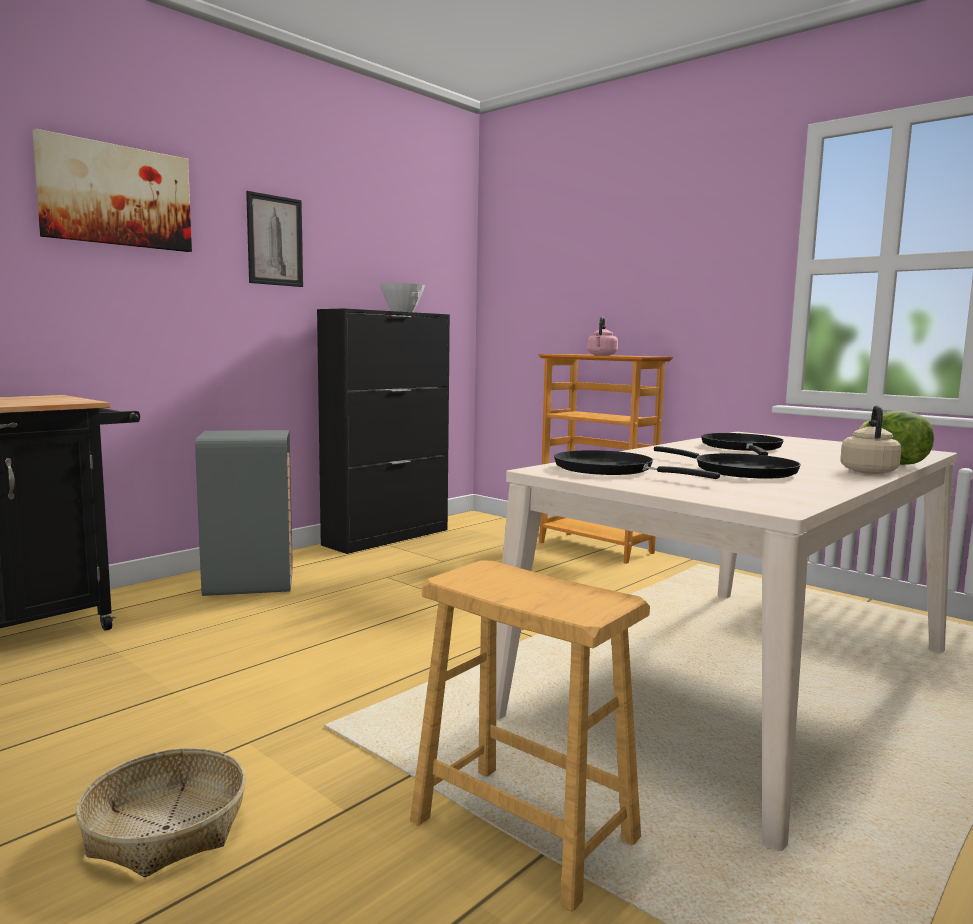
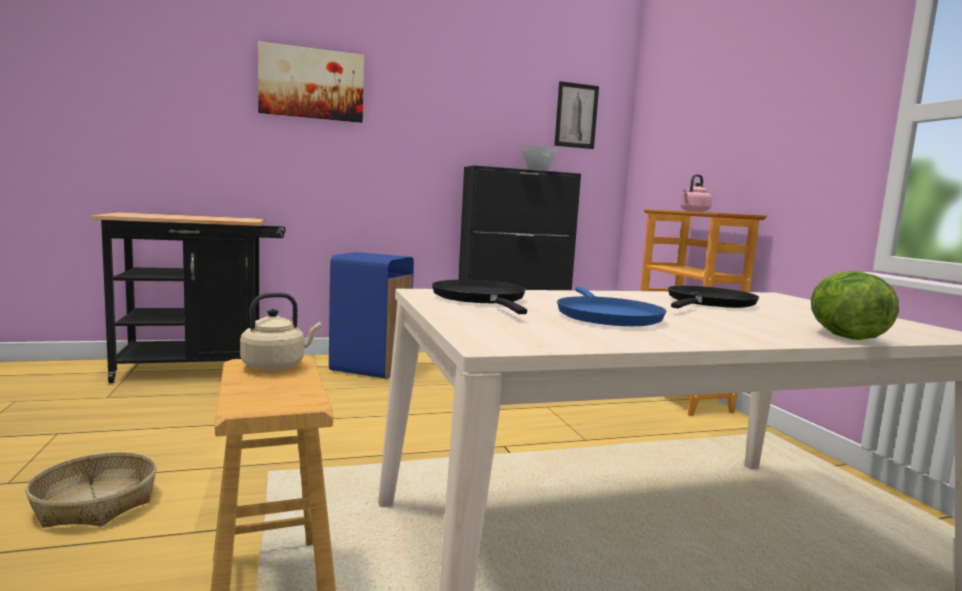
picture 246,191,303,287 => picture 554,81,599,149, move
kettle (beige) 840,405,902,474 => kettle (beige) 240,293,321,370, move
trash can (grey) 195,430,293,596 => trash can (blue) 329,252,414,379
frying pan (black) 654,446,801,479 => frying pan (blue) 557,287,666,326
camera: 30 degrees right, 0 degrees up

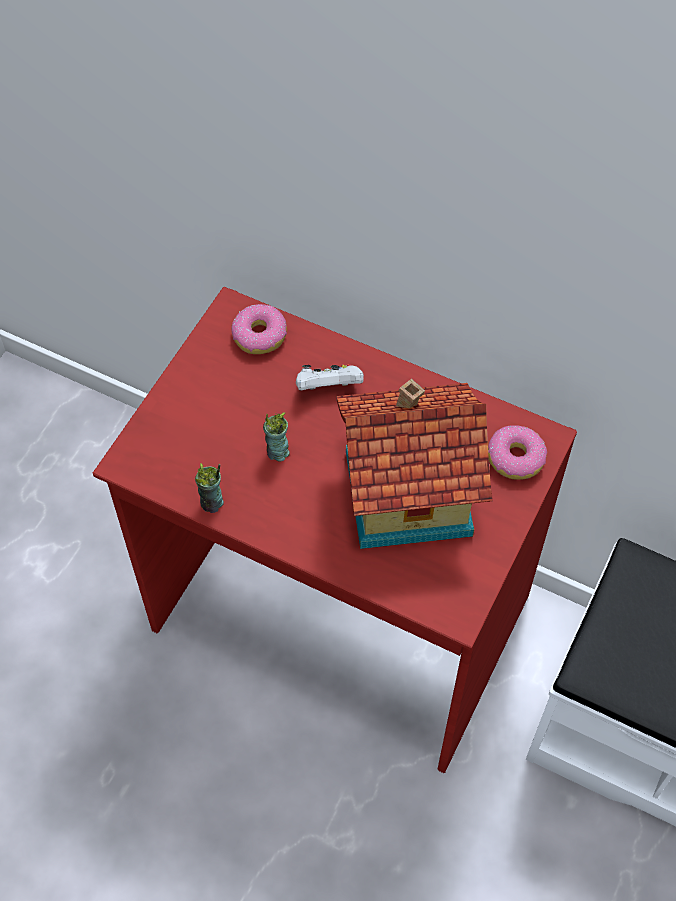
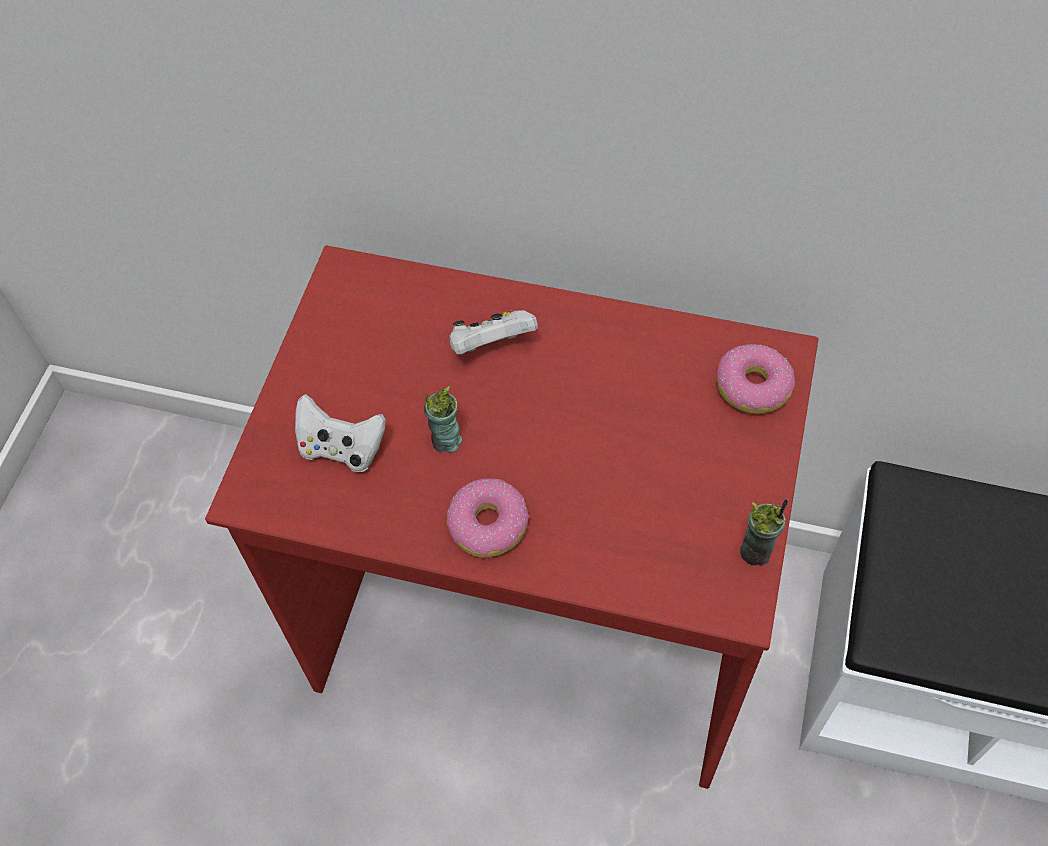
donut 231,304,287,354 => donut 447,478,530,558, move
toy house 337,379,493,549 => nothing
cup 195,463,224,513 => cup 740,498,788,566, move
nothing => game controller (white) 295,394,386,472
camera: 10 degrees left, 0 degrees up

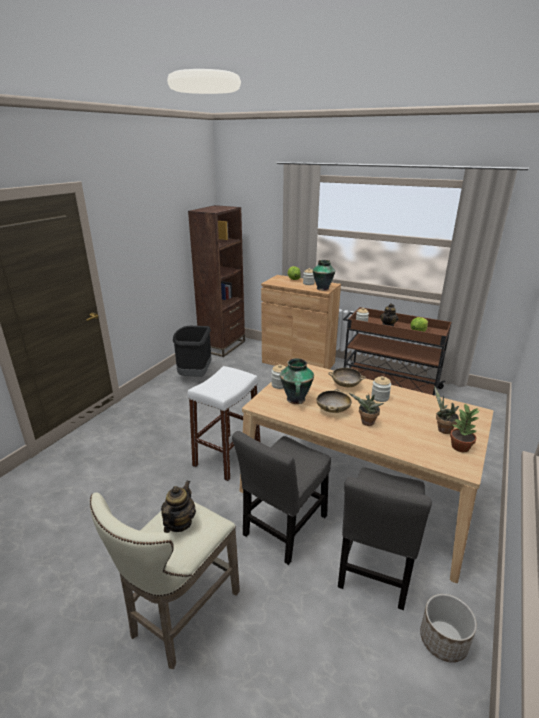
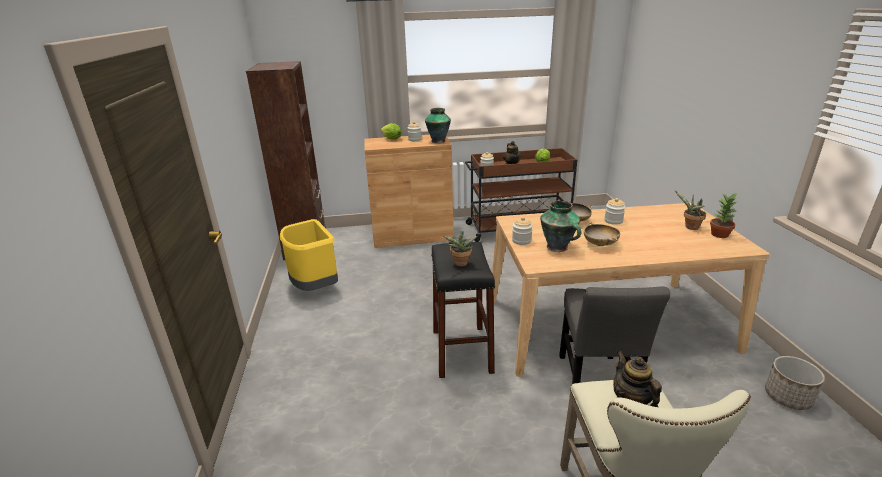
trash can (black) 173,326,211,377 => trash can (yellow) 280,219,338,291
stool (white) 188,366,261,481 => stool (black) 431,242,495,378
potted plant 349,393,384,426 => potted plant 443,231,477,267, move
chair (grey) 338,467,432,610 => nothing
camera: 35 degrees left, 0 degrees up

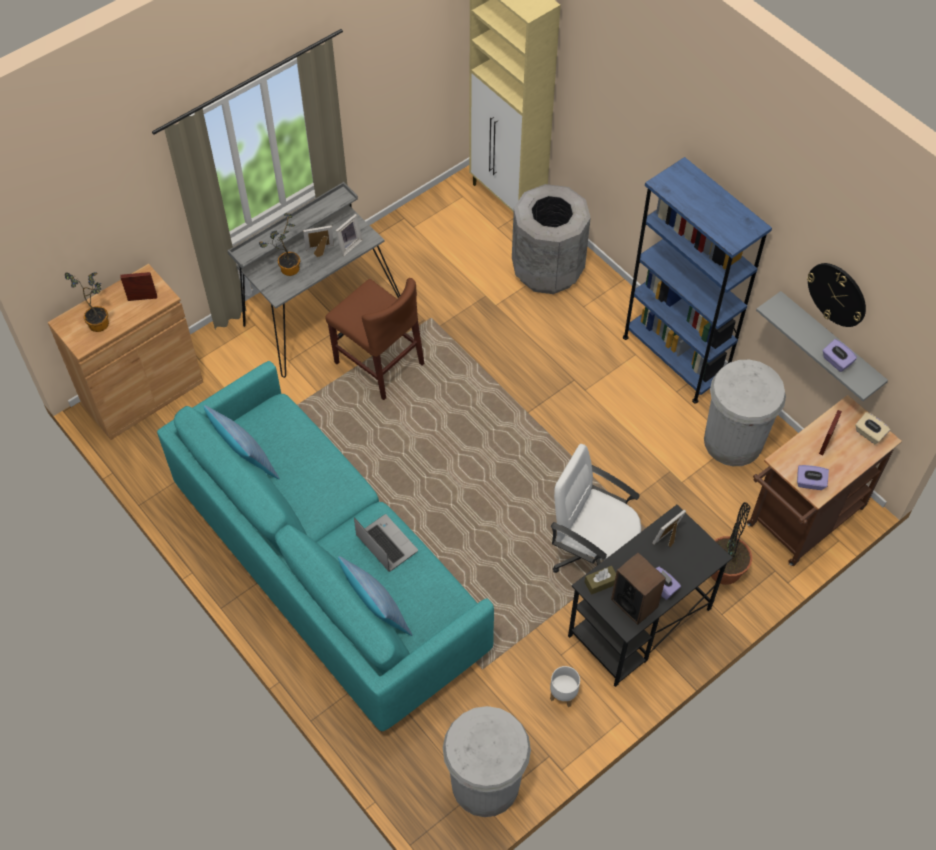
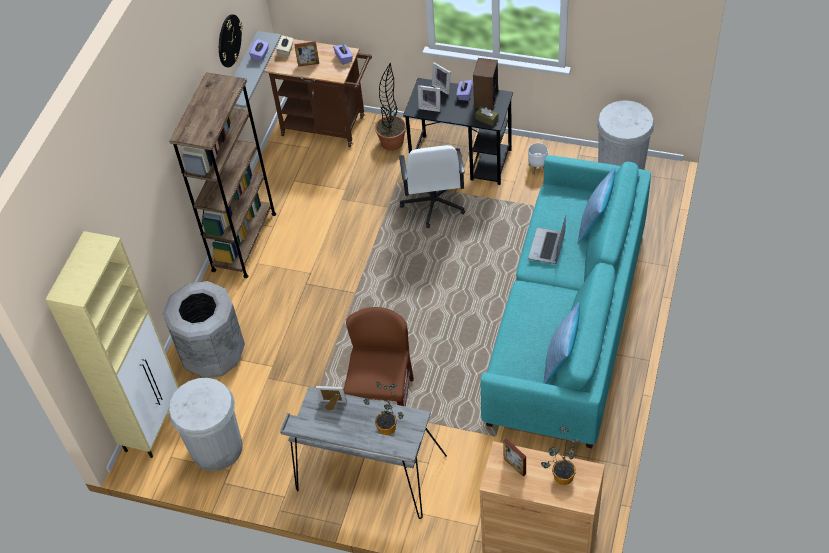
bookcase (blue) 623,157,772,403 => bookcase (brown) 169,72,276,278
picture frame 303,225,334,257 => picture frame 432,62,451,95, move
trash can (white) 704,360,786,466 => trash can (white) 168,378,243,471, move
camera: 120 degrees left, 5 degrees down

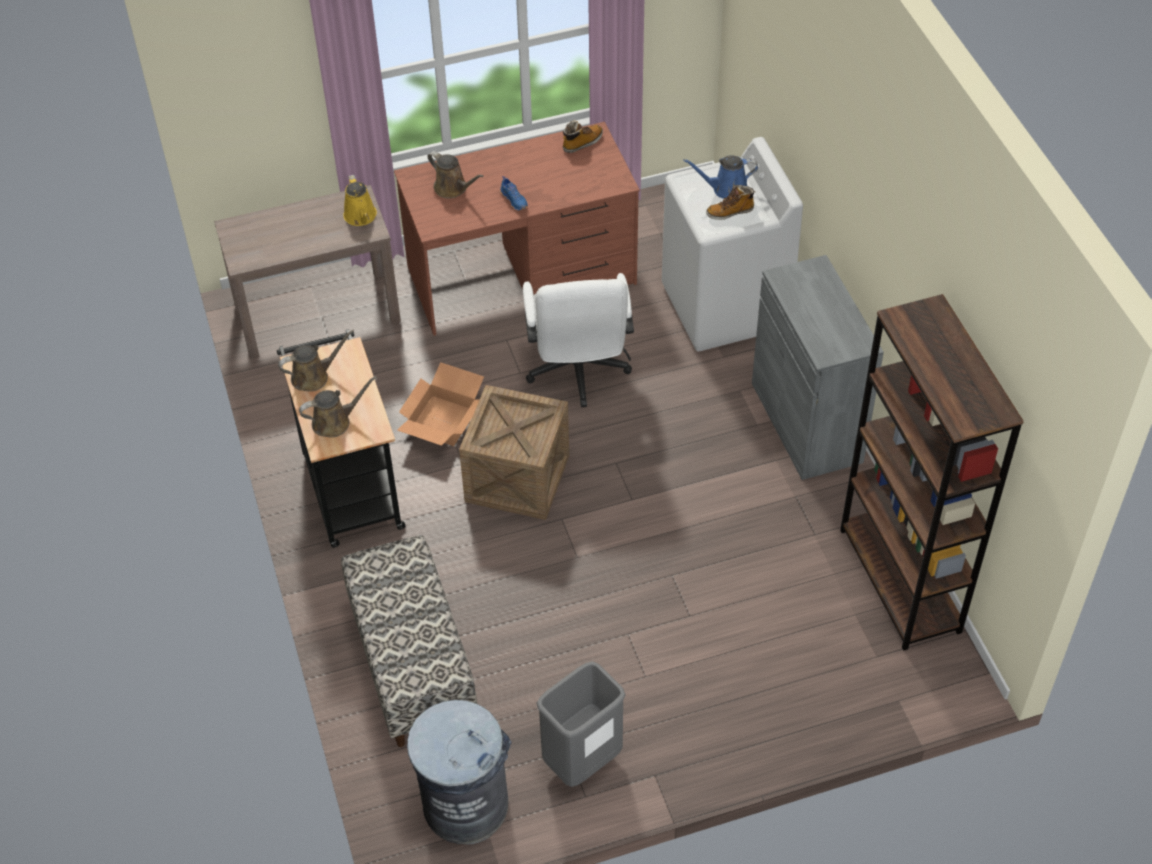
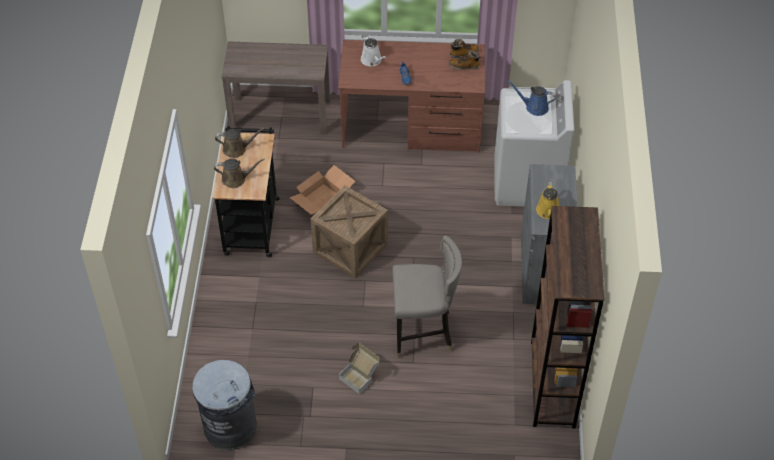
watering can (brown) 427,151,484,198 => watering can (white) 361,34,386,66
watering can (yellow) 343,175,377,226 => watering can (yellow) 536,182,559,219, move
boot 706,185,755,220 => boot 448,50,481,70, move
office chair (white) 523,273,634,407 => nothing
bench 341,535,477,747 => nothing
trash can (grey) 536,661,626,787 => nothing
nothing => stool (grey) 392,235,462,358
nothing => cardboard box 339,343,380,394
camera: 20 degrees right, 0 degrees up

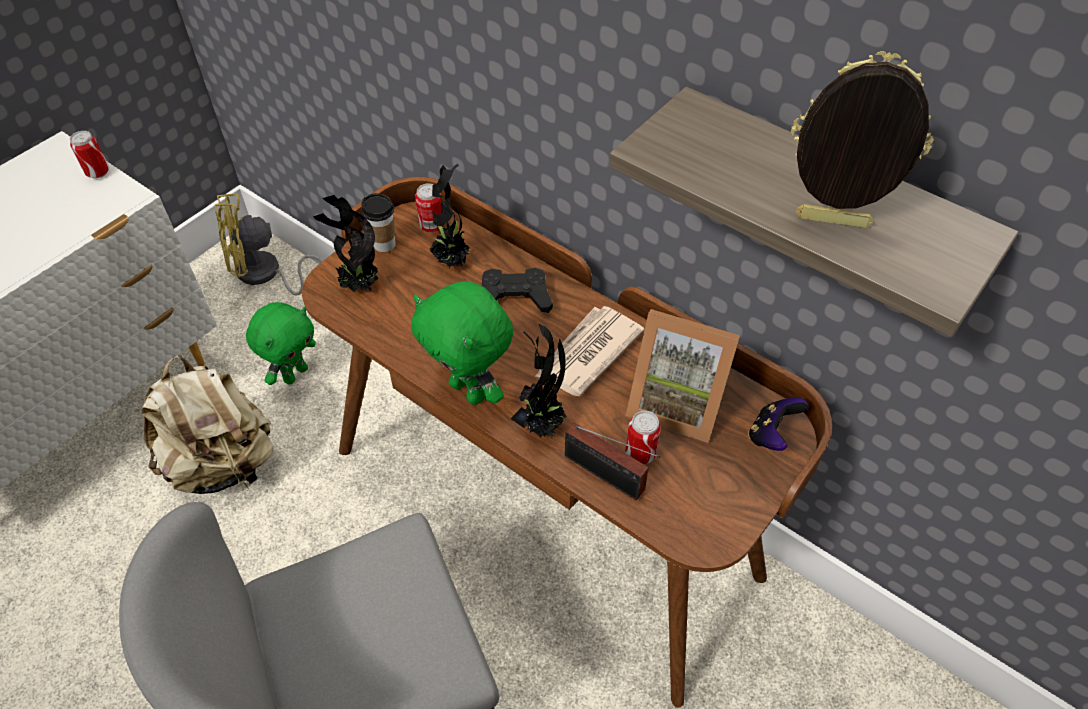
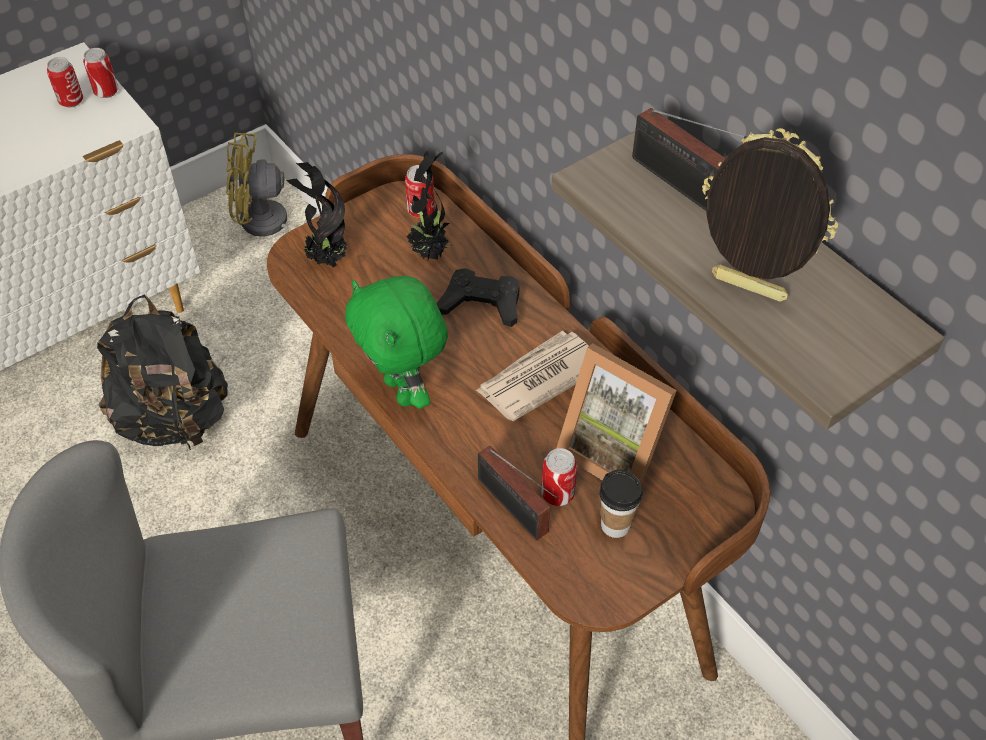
cup 361,193,396,252 => cup 599,469,643,538, move
plush toy (green) 246,302,316,385 => nothing
potted plant 511,324,567,437 => nothing
backpack (beige) 142,355,274,494 => backpack (black) 97,294,228,452
game controller 748,397,808,451 => nothing
nothing => can 47,57,83,108
nothing => radio 632,108,747,211
camera: 15 degrees right, 0 degrees up

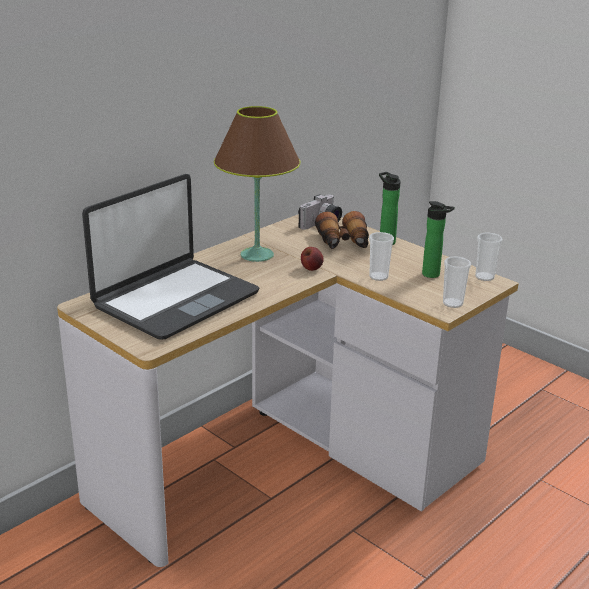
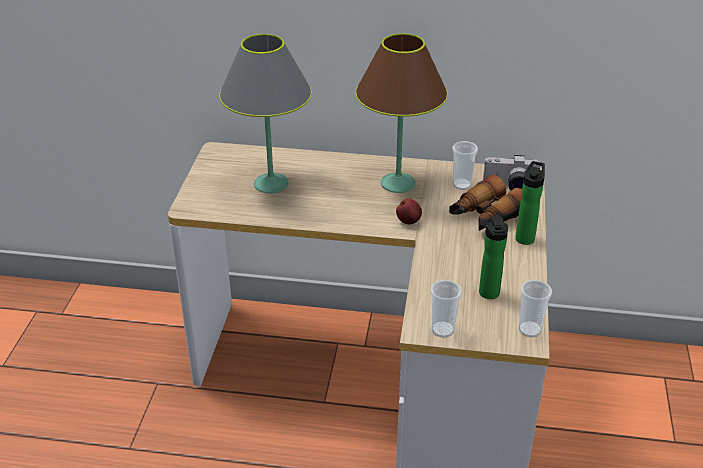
laptop 82,174,259,340 => table lamp (grey) 219,34,312,193
cup 369,232,394,281 => cup 452,141,478,190, move
camera: 55 degrees right, 10 degrees up

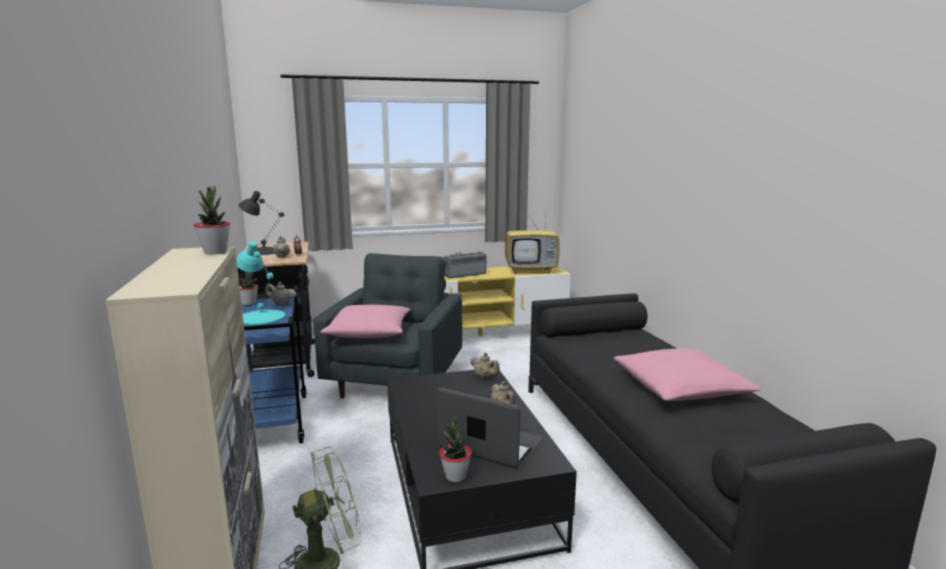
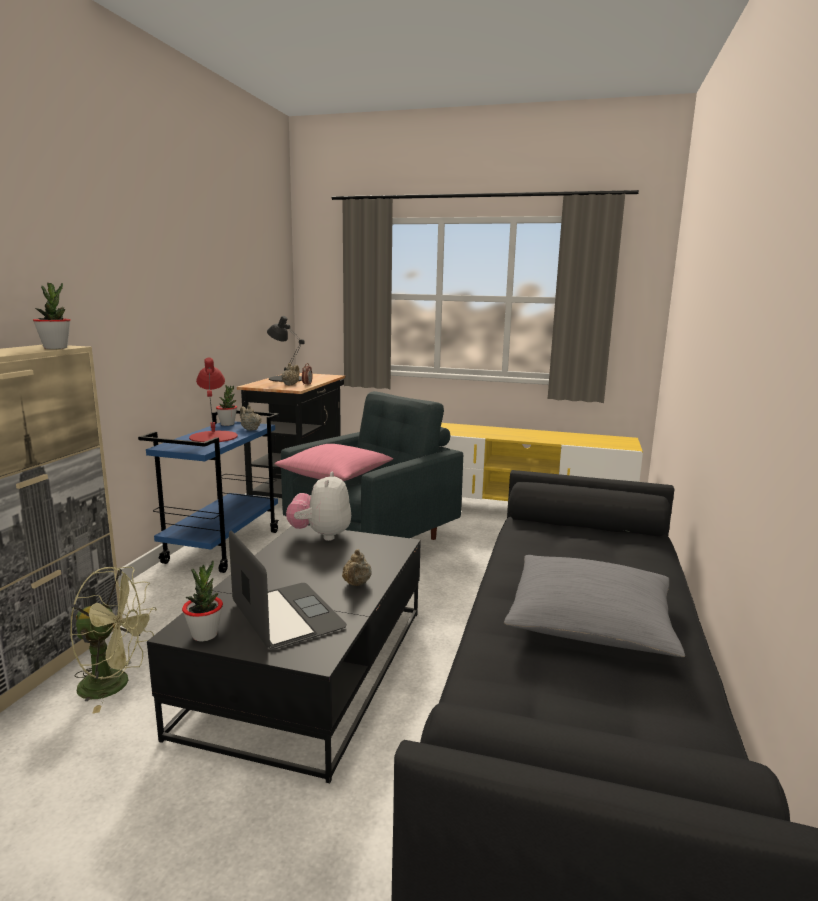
television 505,212,560,274 => nothing
table lamp (turquoise) 236,241,285,325 => table lamp (red) 189,358,238,442
radio 444,252,486,279 => nothing
pillow (pink) 614,348,761,401 => pillow (grey) 504,555,685,657
teapot (beige) 470,353,500,379 => nothing
nothing => plush toy 286,472,351,541
camera: 30 degrees right, 0 degrees up

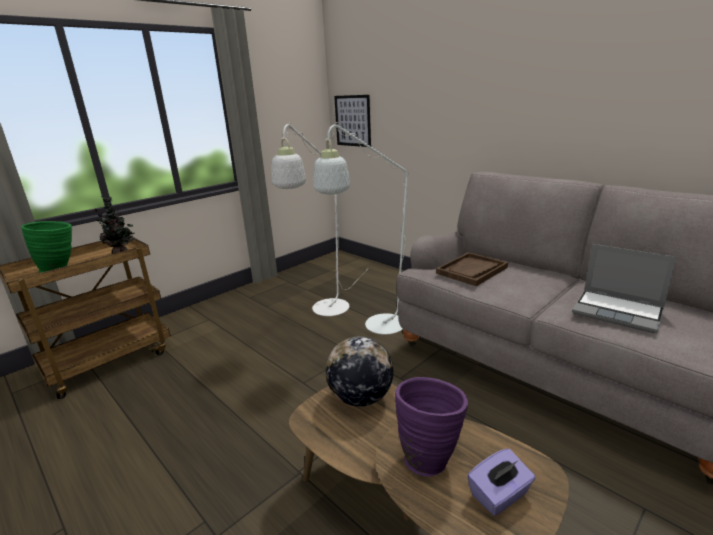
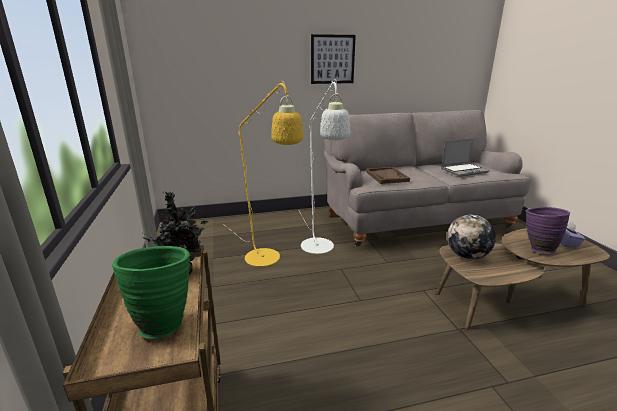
picture 334,95,371,147 => picture 311,34,356,84, move
floor lamp (white) 272,122,367,316 => floor lamp (yellow) 222,81,303,267
camera: 60 degrees left, 0 degrees up

